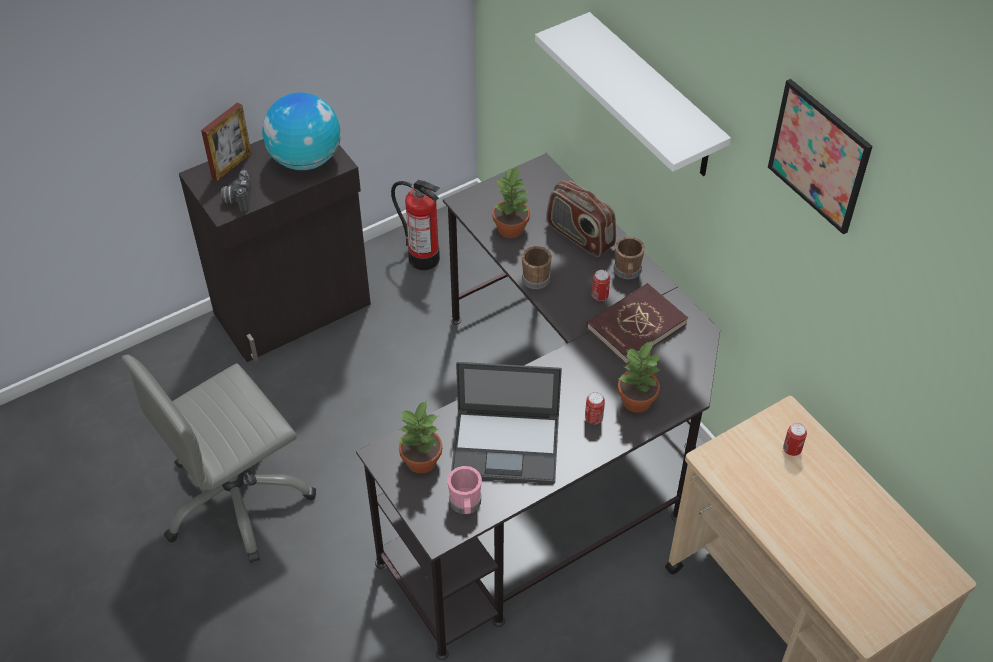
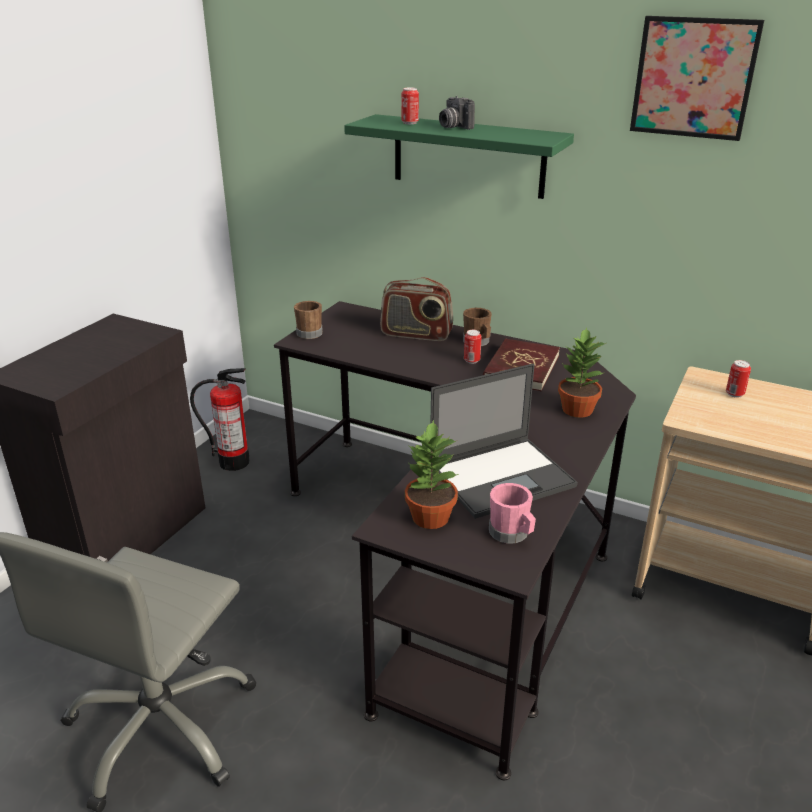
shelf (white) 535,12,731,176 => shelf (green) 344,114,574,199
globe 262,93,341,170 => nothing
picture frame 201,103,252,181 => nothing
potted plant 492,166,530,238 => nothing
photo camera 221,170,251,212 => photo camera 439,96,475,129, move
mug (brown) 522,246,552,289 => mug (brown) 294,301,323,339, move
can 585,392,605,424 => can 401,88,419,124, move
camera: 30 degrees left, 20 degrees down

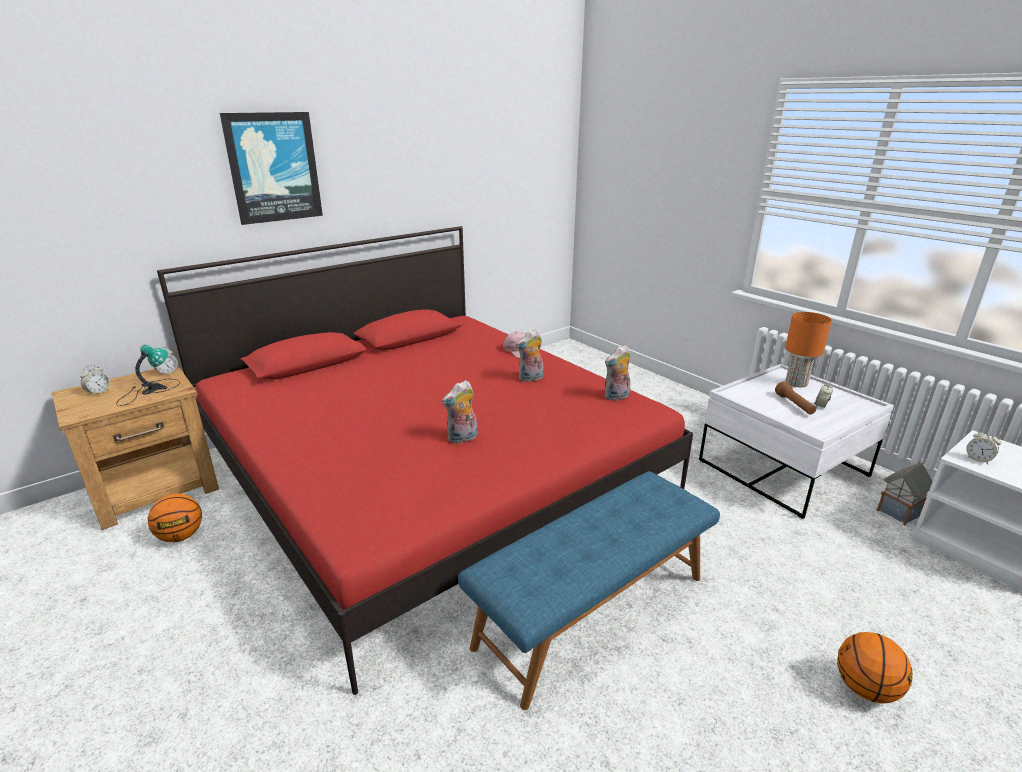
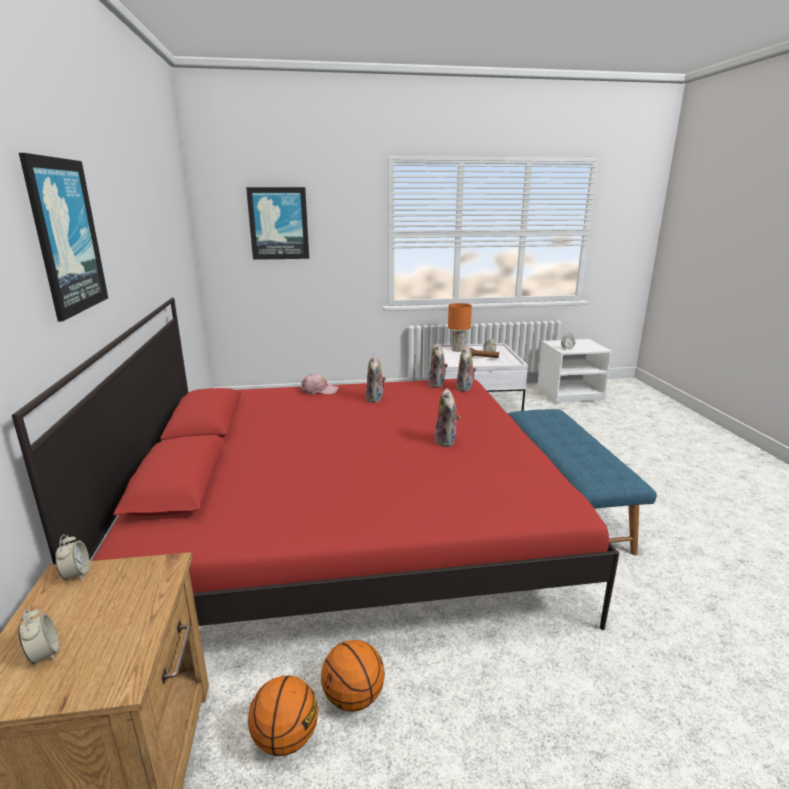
table lamp 116,345,180,406 => nothing
toy house 877,462,932,525 => nothing
basketball 837,632,913,704 => basketball 321,640,385,712, move
nothing => picture 246,187,309,260
nothing => plush toy 456,346,477,392
camera: 60 degrees left, 5 degrees down

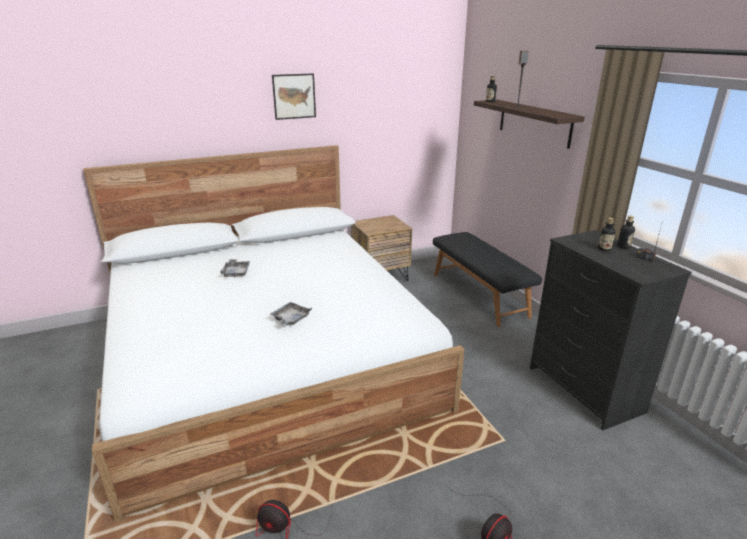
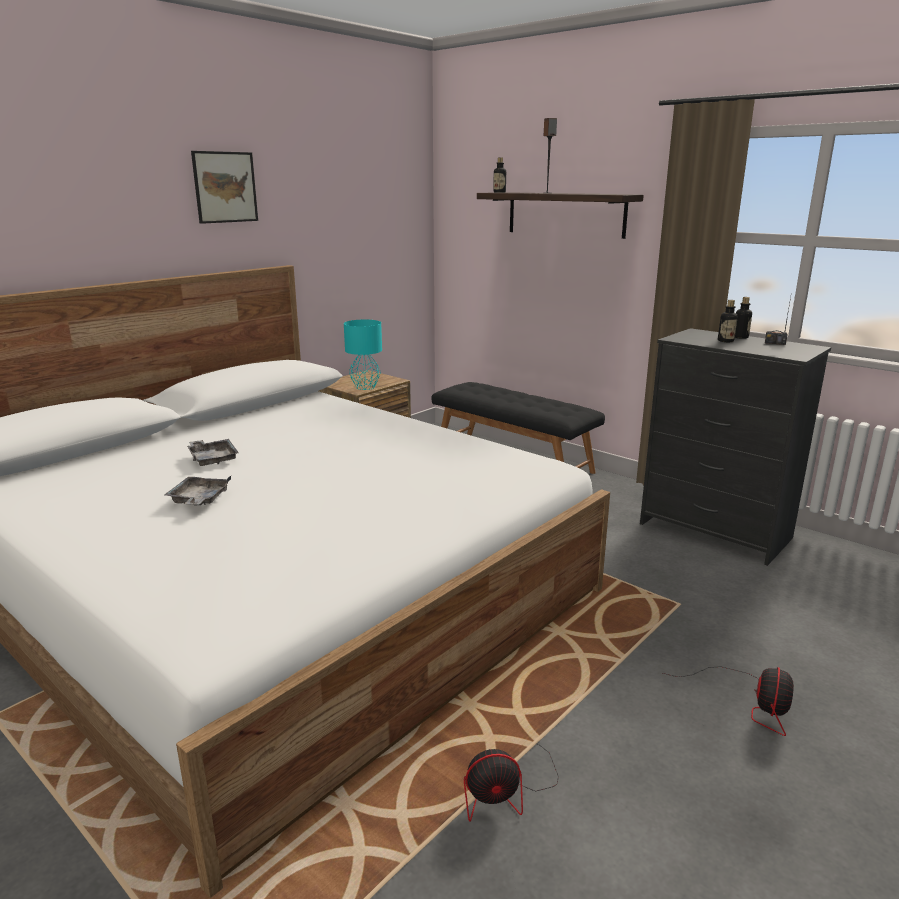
tray (grey) 270,302,312,326 => tray (grey) 165,476,231,506, move
nothing => table lamp (turquoise) 344,319,382,390
camera: 25 degrees left, 5 degrees down

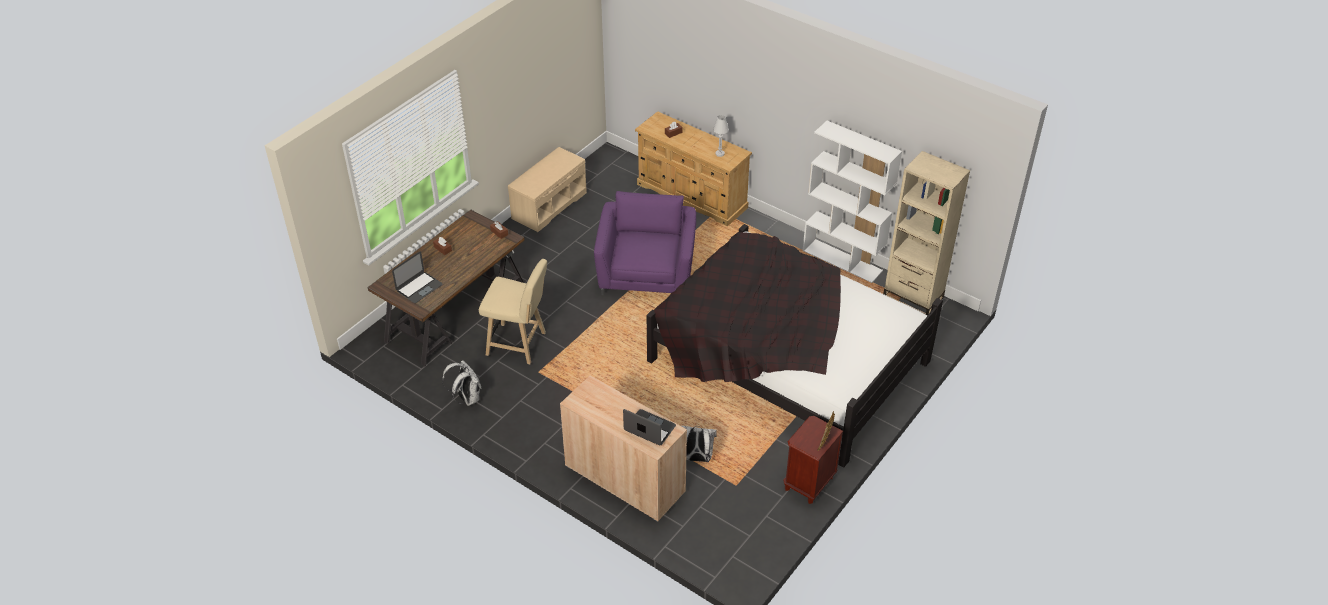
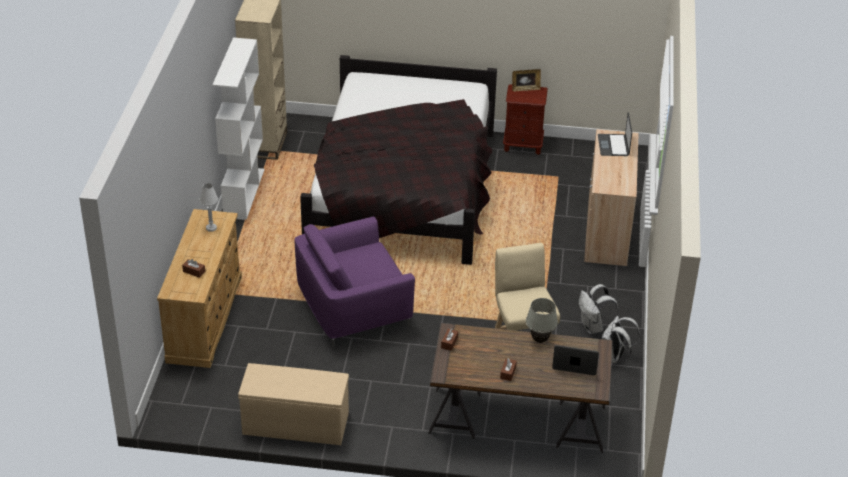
backpack (white) 682,426,717,462 => backpack (white) 579,284,619,334, move
nothing => table lamp (white) 526,298,558,343
camera: 120 degrees left, 5 degrees down

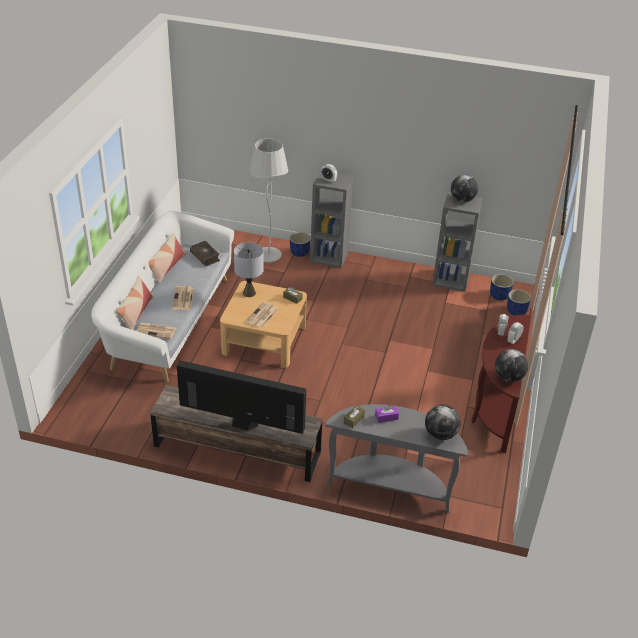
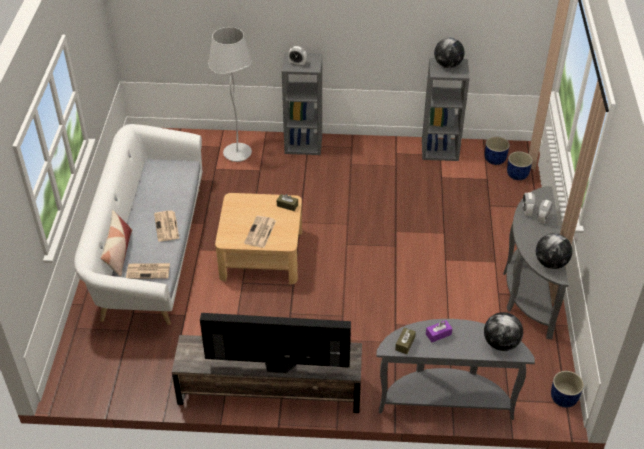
planter (blue) 290,232,311,257 => planter (blue) 551,371,584,407, move
pillow 148,233,186,283 => nothing
book 190,241,220,267 => nothing
table lamp (grey) 234,242,264,297 => nothing
console table (brown) 471,314,531,453 => console table (grey) 503,186,569,339
camera: 10 degrees left, 5 degrees up

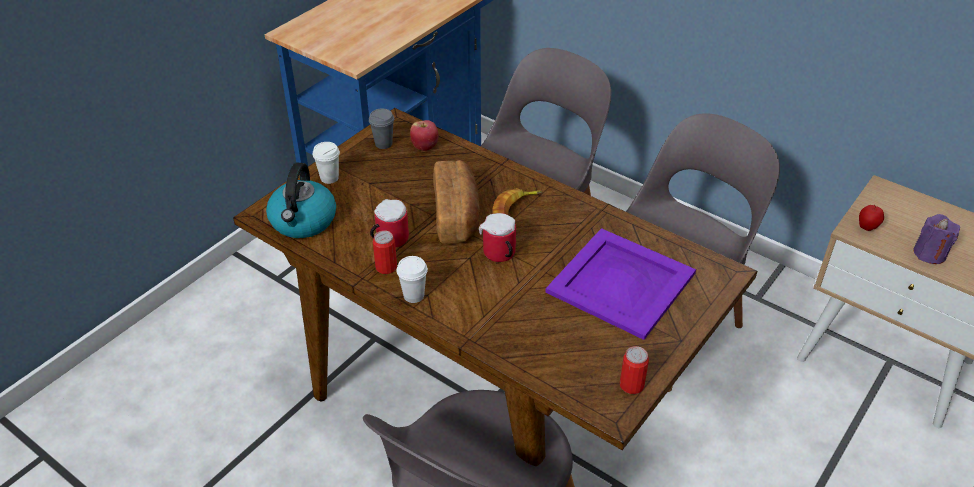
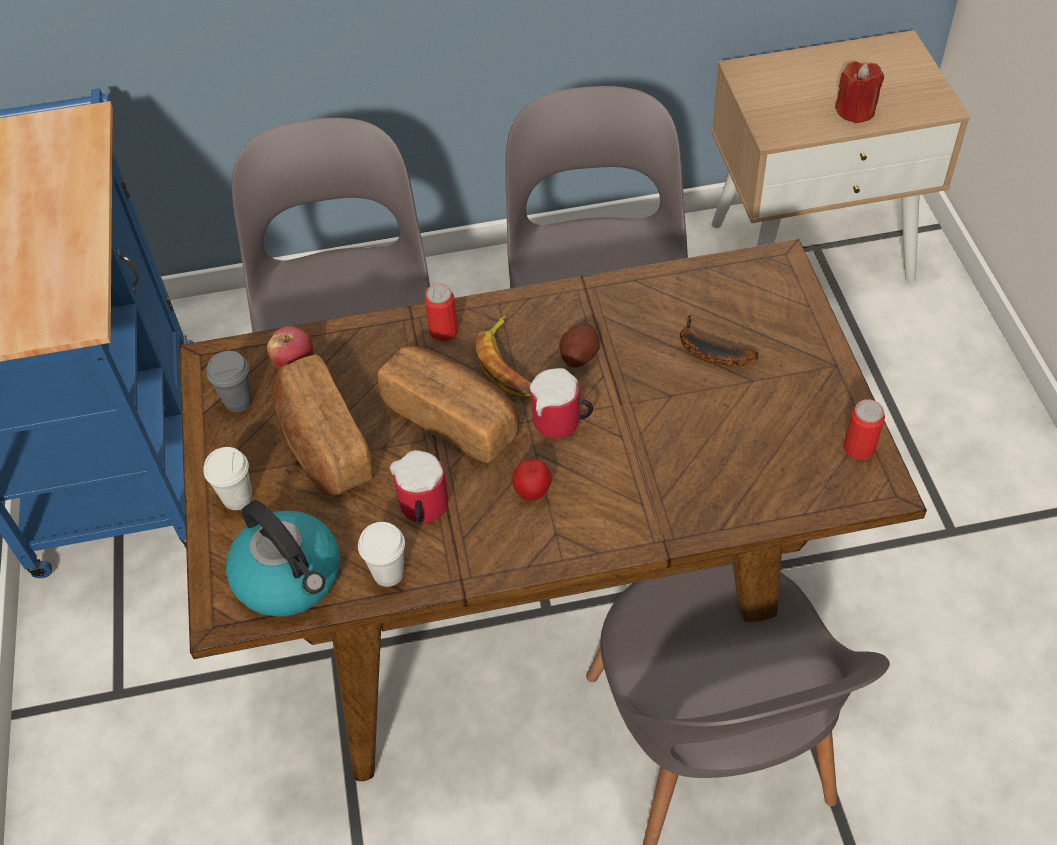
apple 859,205,884,231 => apple 512,459,552,501, move
candle (purple) 913,214,960,264 => candle (red) 835,61,884,123
tray (purple) 545,228,696,340 => banana 680,315,759,366
can 373,230,397,274 => can 425,283,458,341, move
cup (white) 397,256,428,303 => cup (white) 358,522,405,587, move
nothing => potato 559,323,600,367
nothing => bread 271,355,374,496
camera: 45 degrees left, 10 degrees up

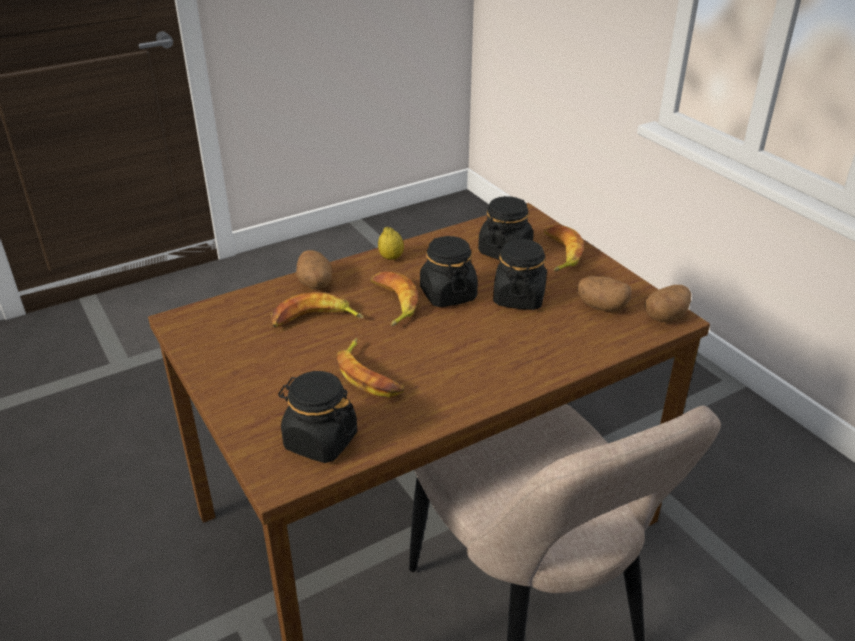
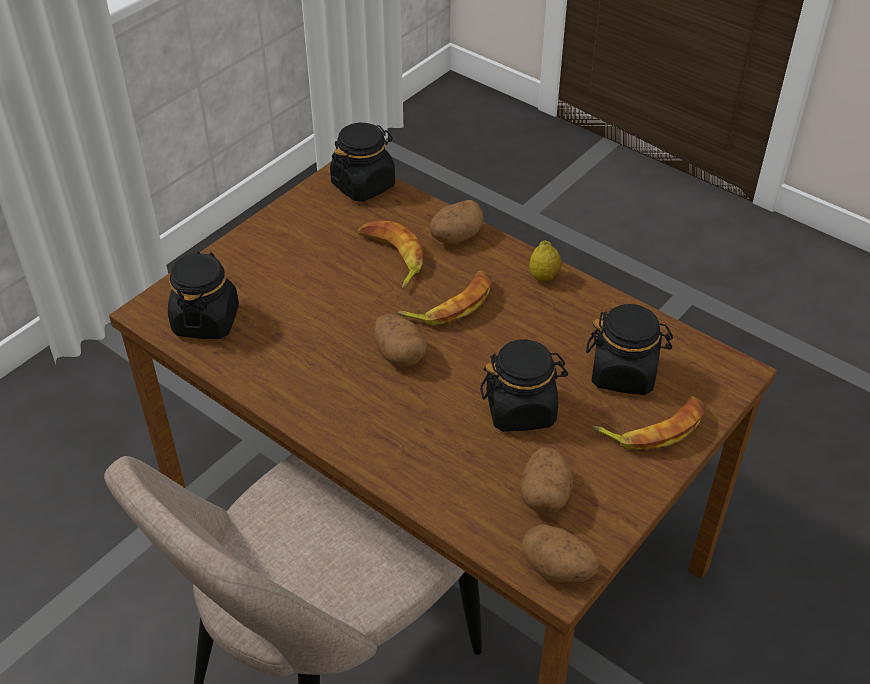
jar (black) 420,236,478,307 => jar (black) 330,123,395,202, move
banana 337,338,404,398 => nothing
nothing => potato 373,314,427,367
camera: 70 degrees right, 10 degrees up

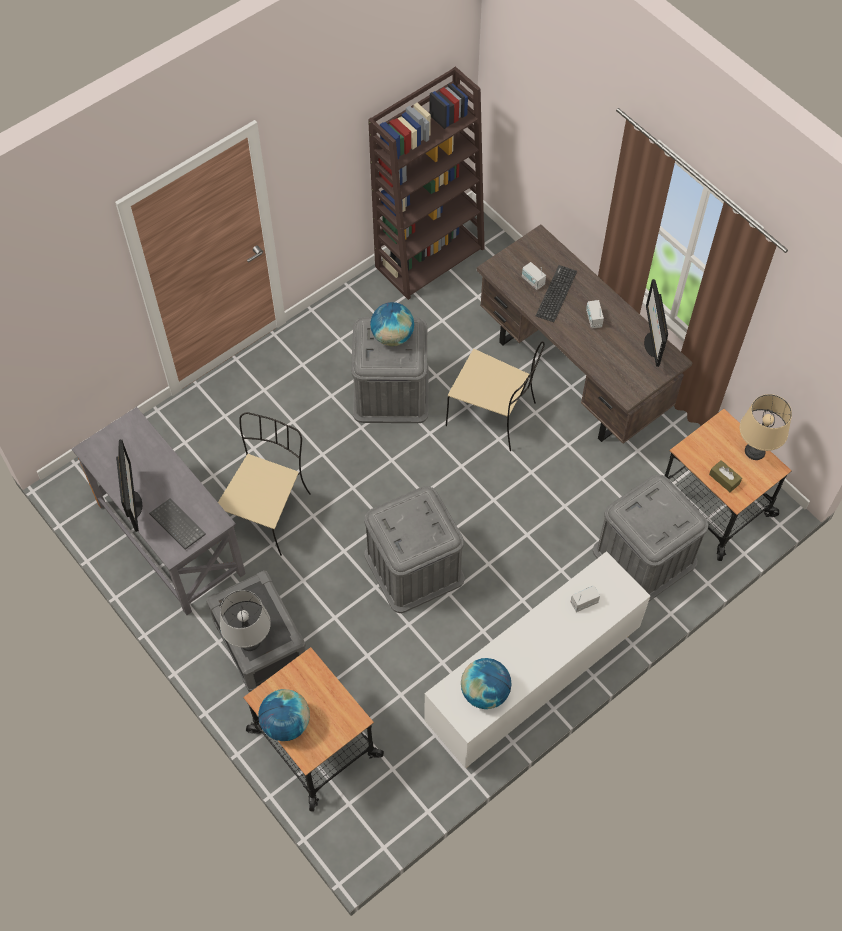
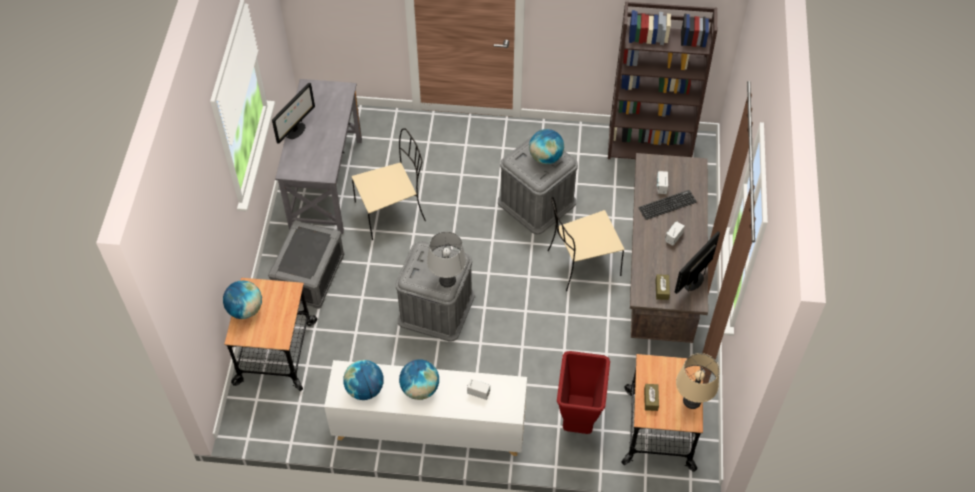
chair (beige) 446,341,545,451 => chair (beige) 548,197,624,291, 90 degrees clockwise
storage box (grey) 593,474,708,601 => trash can (red) 557,351,610,434
keyboard 149,499,206,550 => nothing
table lamp (grey) 220,590,271,651 => table lamp (grey) 427,231,466,287, move
nothing => tissue box (brown) 655,274,670,300
nothing => globe 399,359,439,400
camera: 45 degrees right, 5 degrees down

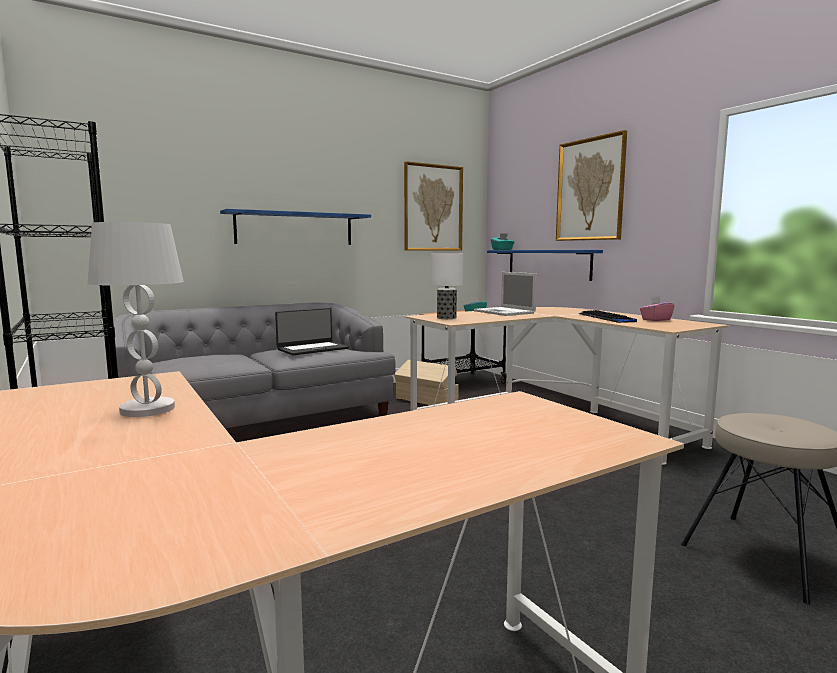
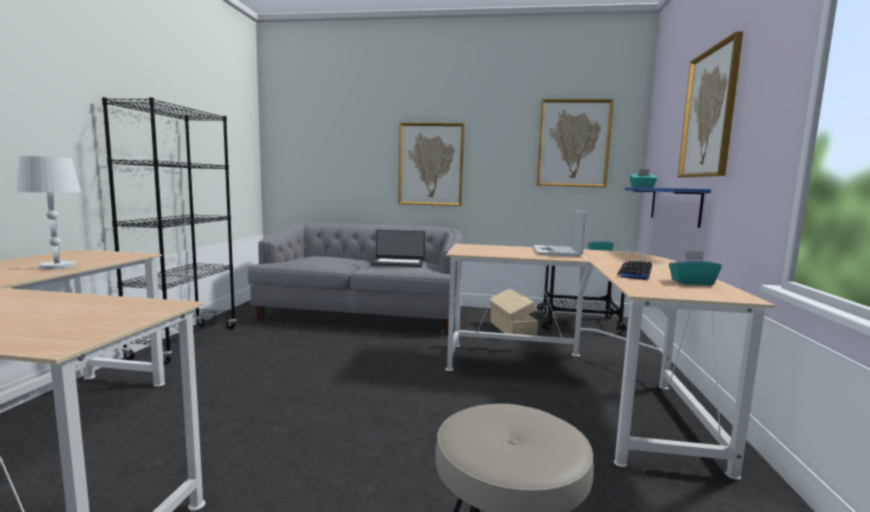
shelf (blue) 220,209,371,245 => picture 398,123,464,206
table lamp 431,253,464,319 => nothing
tissue box (pink) 640,296,675,321 => tissue box (turquoise) 669,250,722,285
camera: 40 degrees right, 0 degrees up

